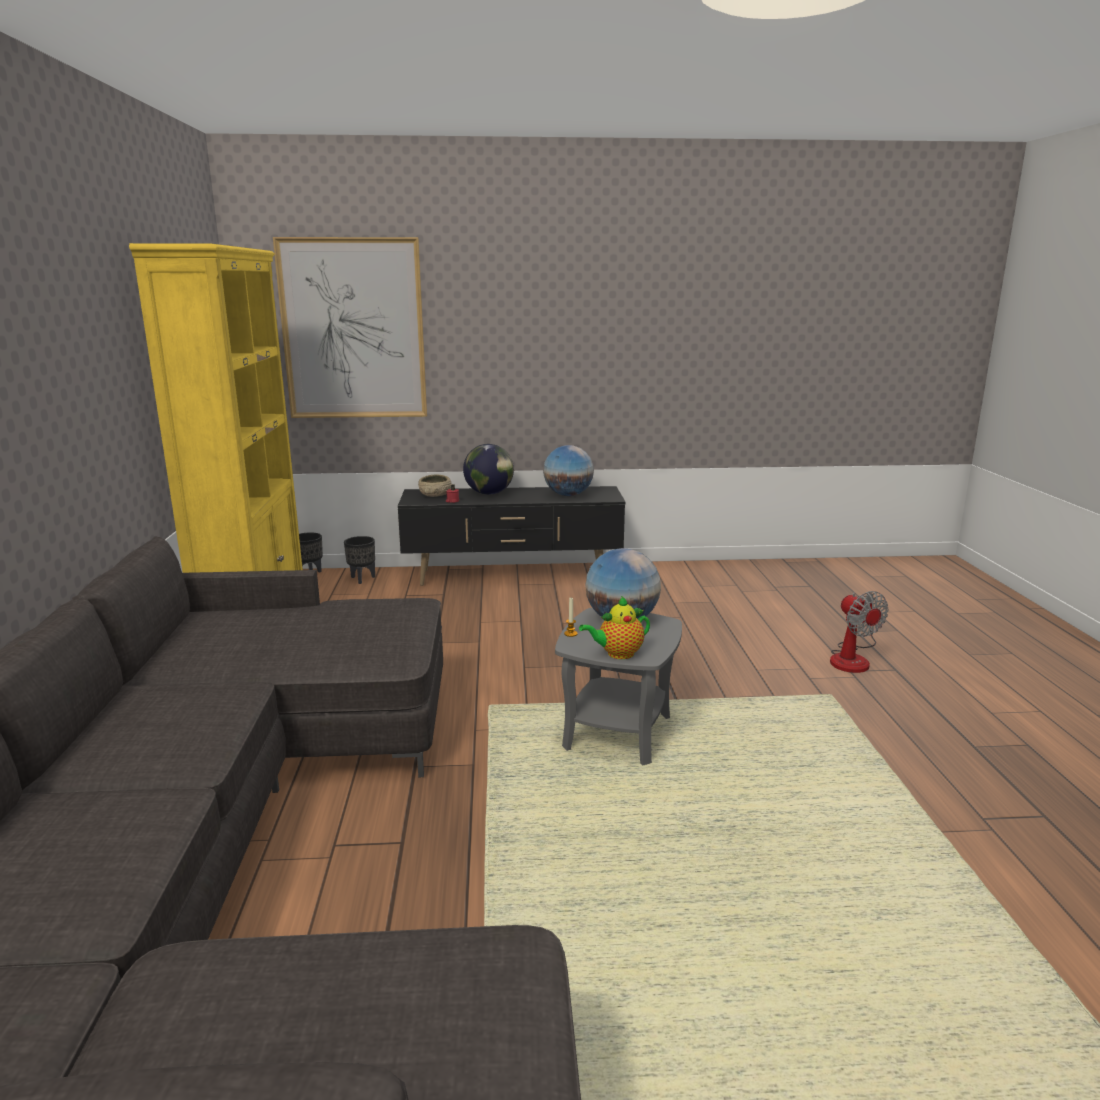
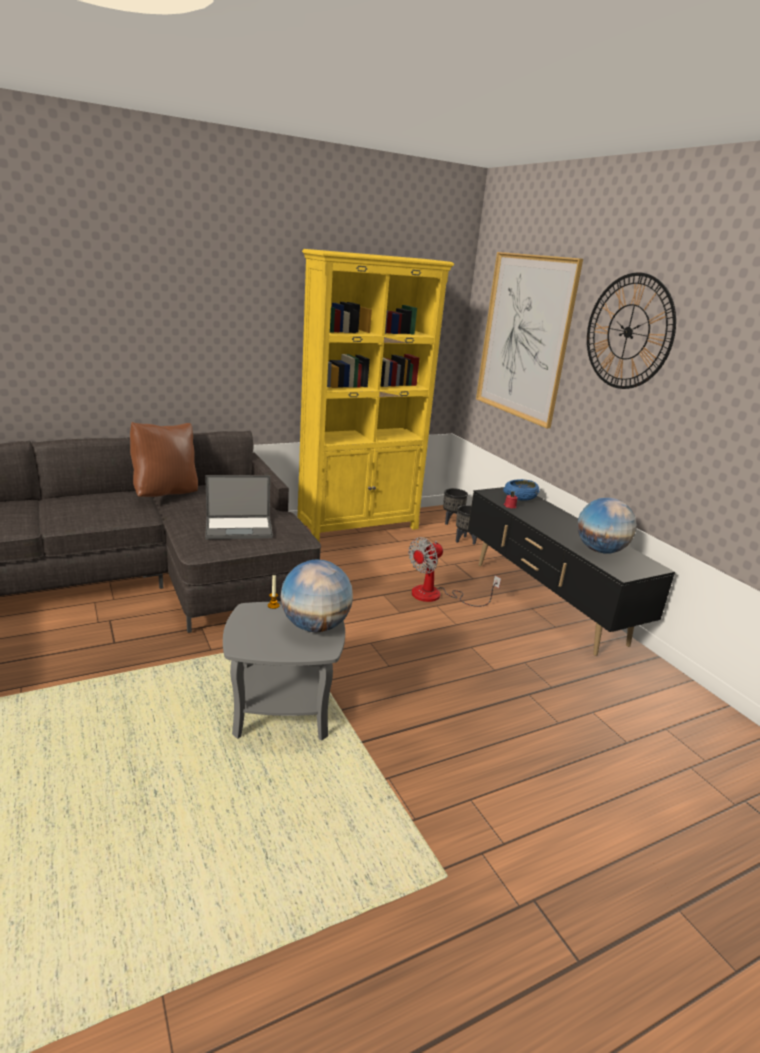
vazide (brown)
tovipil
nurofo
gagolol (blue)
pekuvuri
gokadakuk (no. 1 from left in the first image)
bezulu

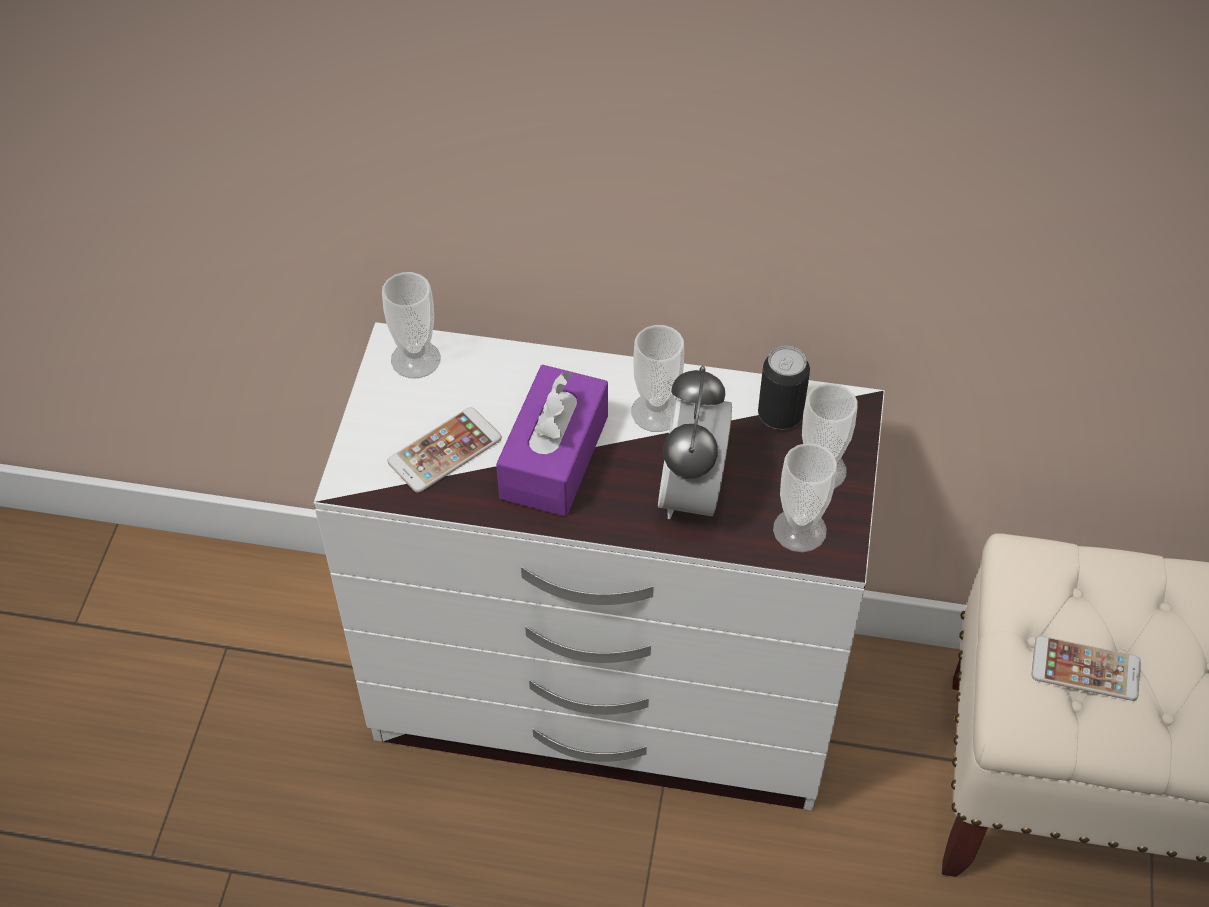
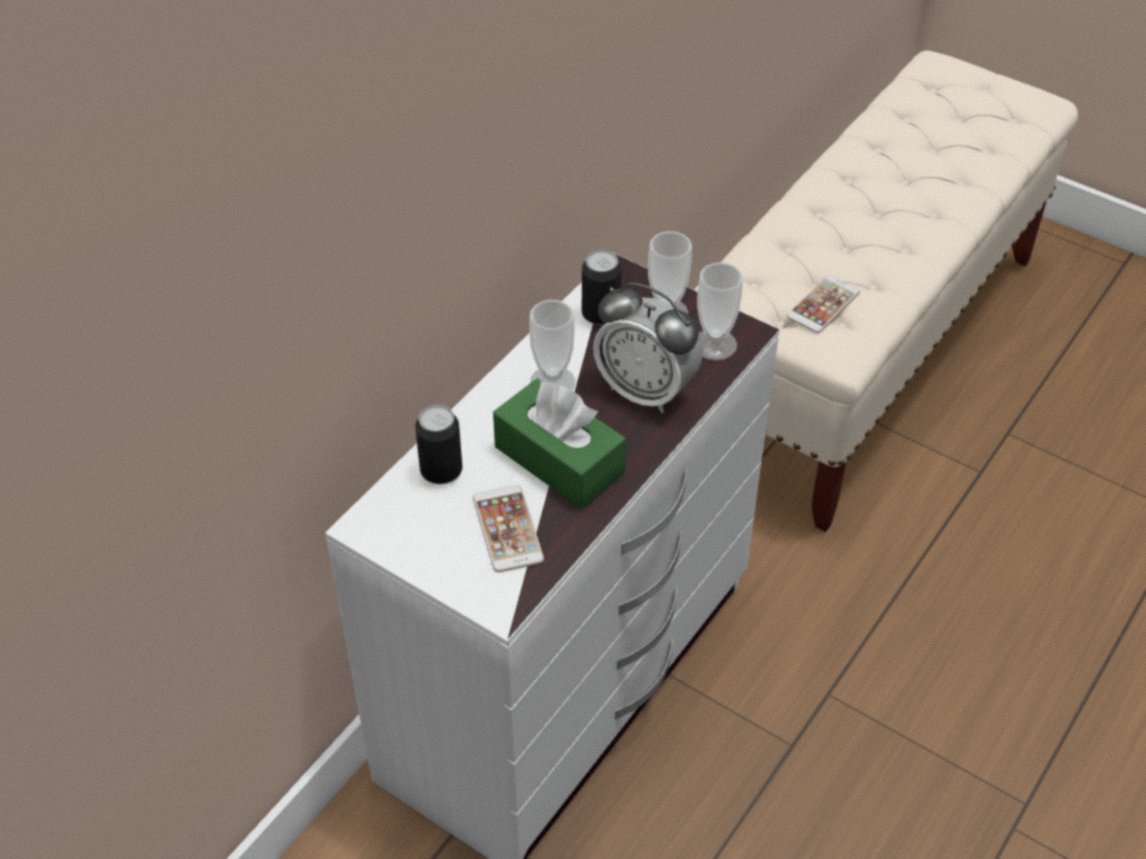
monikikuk (no. 1 from left)
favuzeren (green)
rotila (no. 1 from left in the first image)

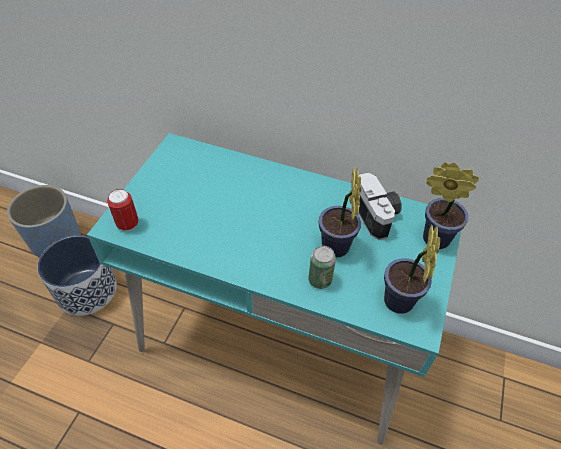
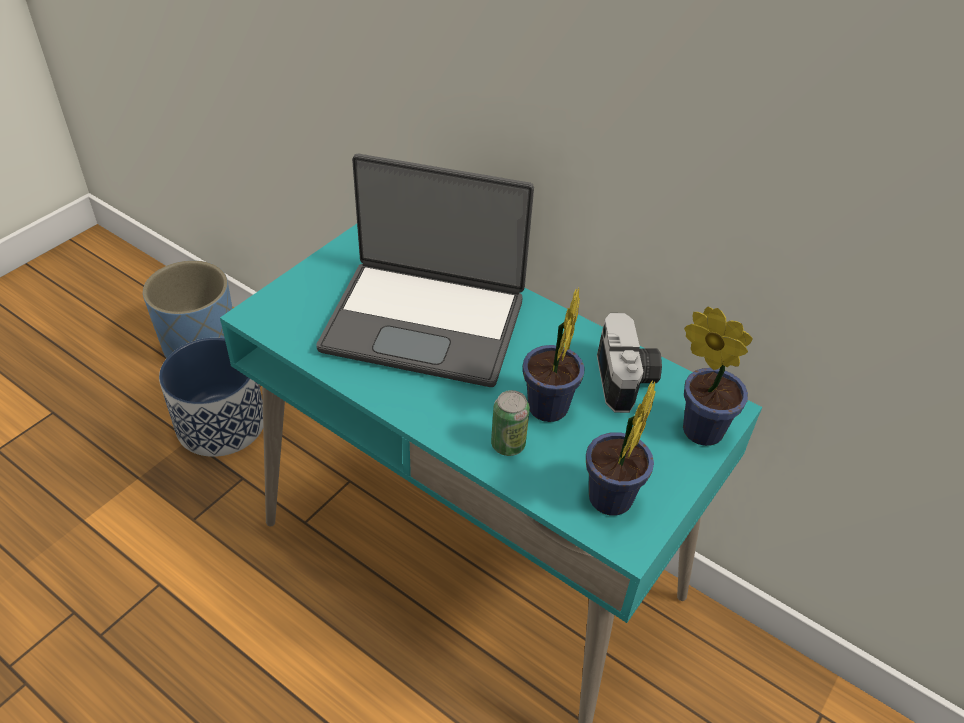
tovipil
monikikuk (no. 1 from left in the first image)

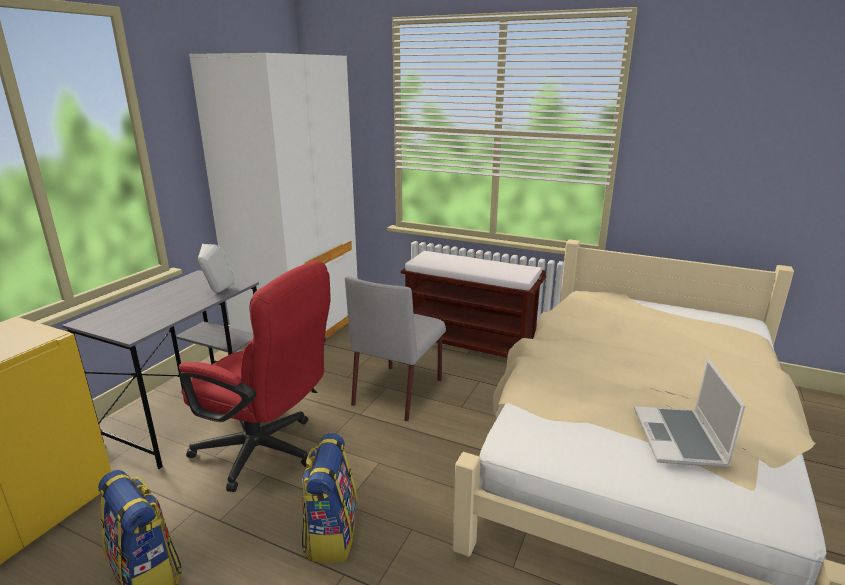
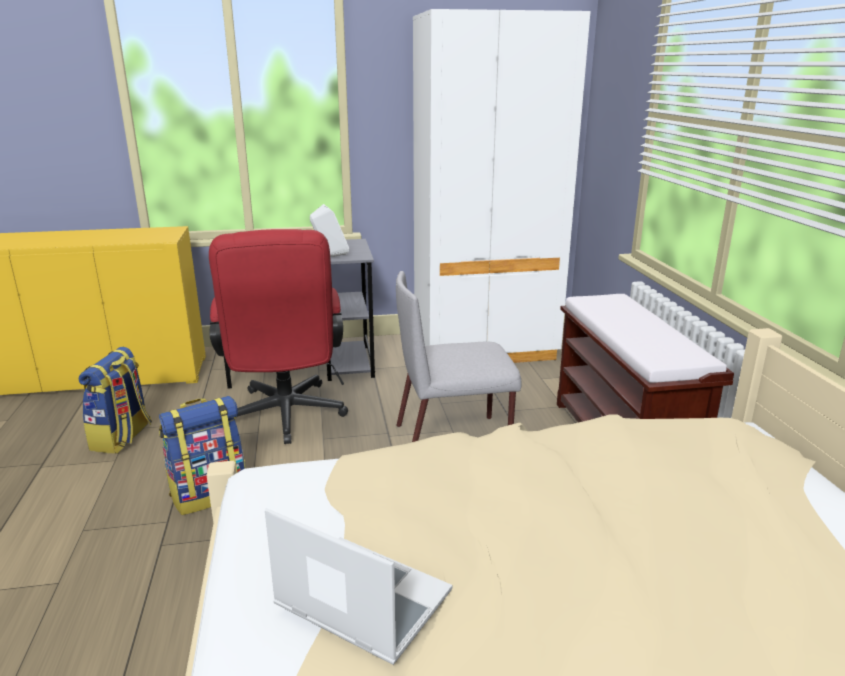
tovipil

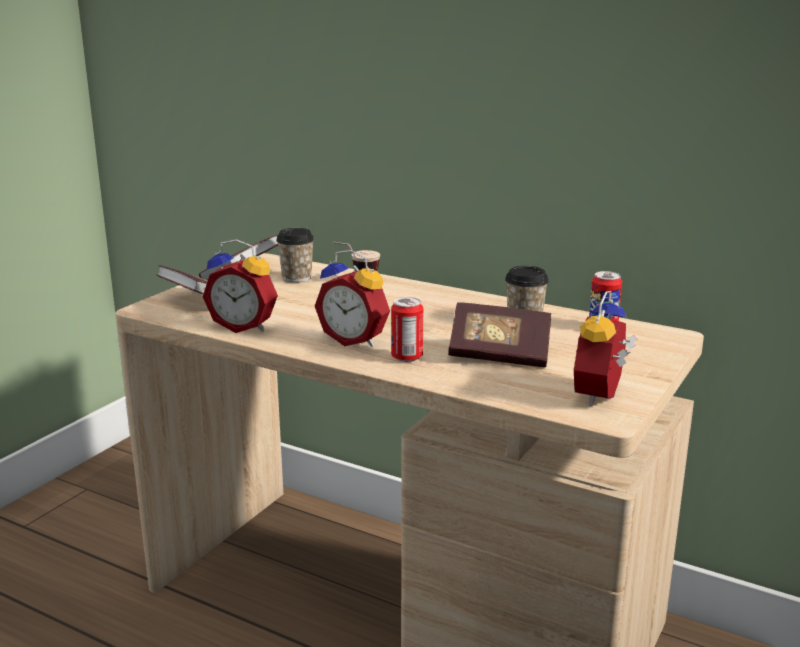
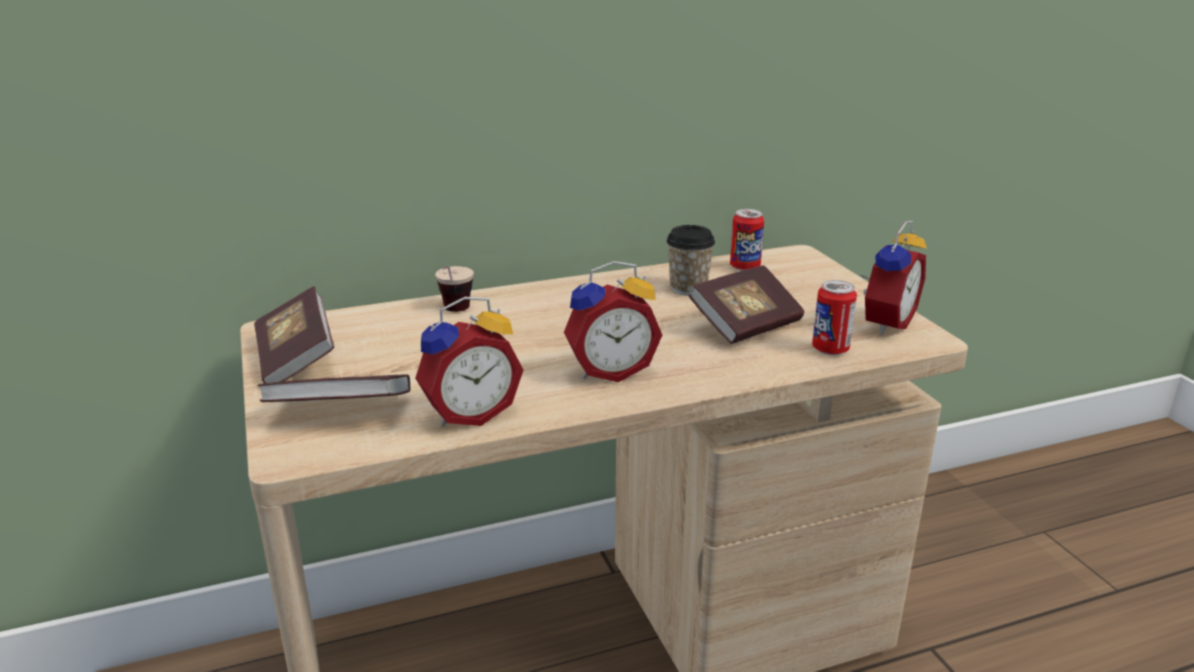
monikikuk (no. 2 from left)
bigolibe (no. 3 from left)
rotila (no. 1 from left in the first image)

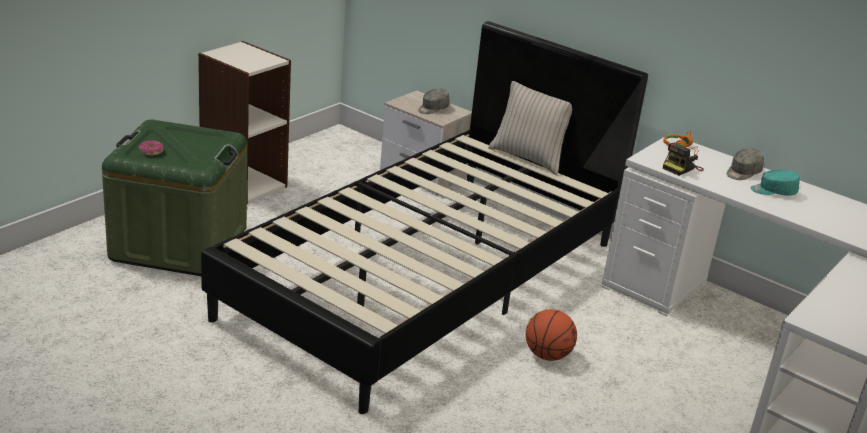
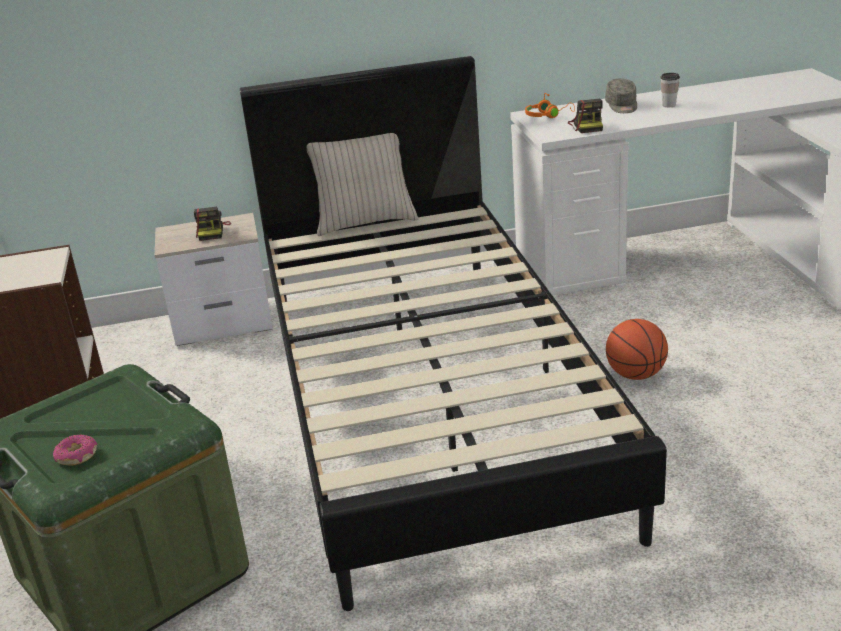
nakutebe (no. 1 from left)
rotila

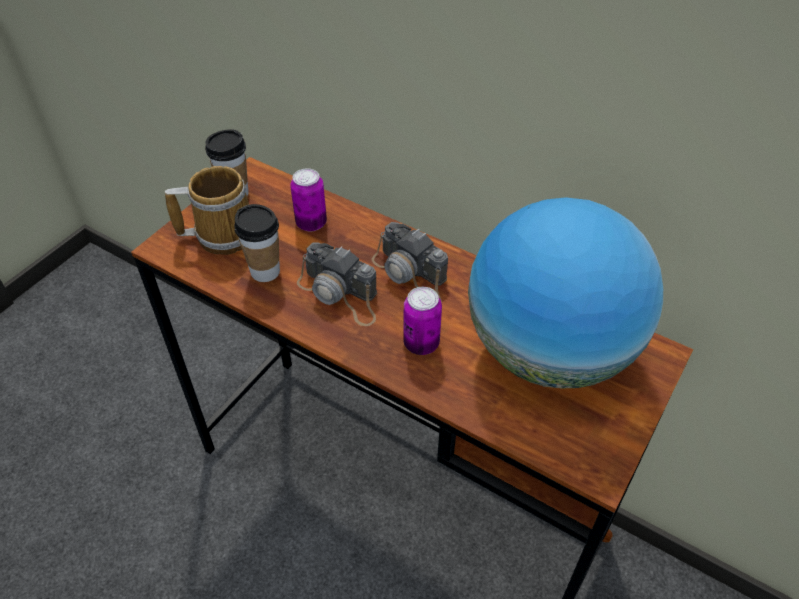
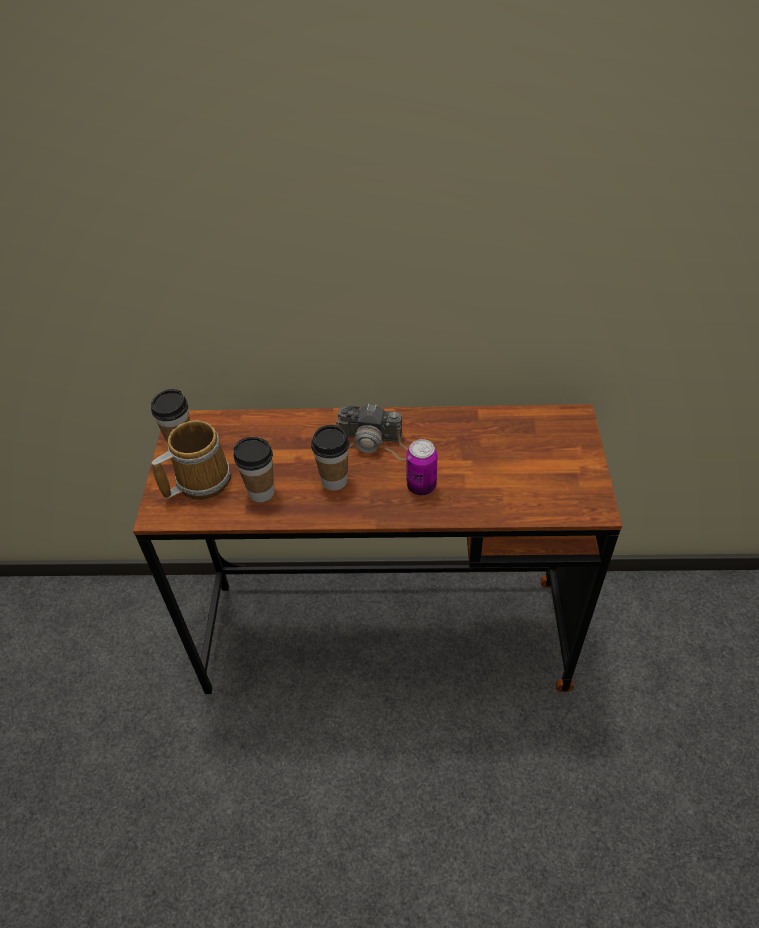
rotila (no. 3 from left)
monikikuk (no. 1 from left in the first image)
gokadakuk

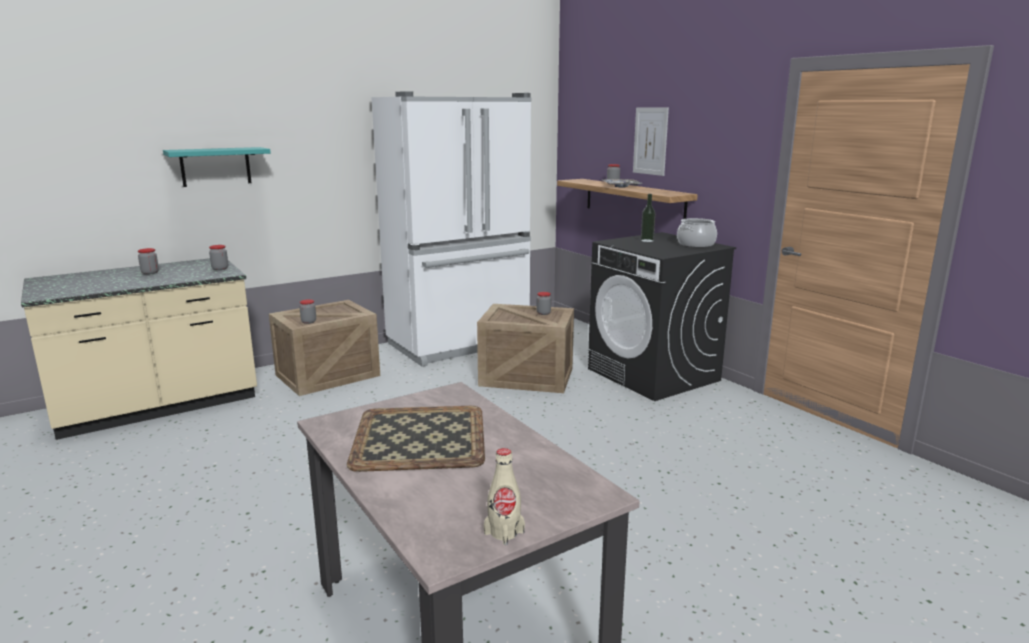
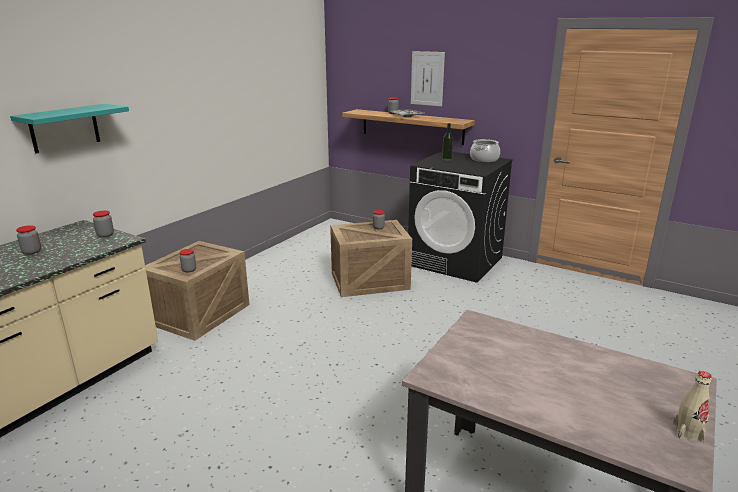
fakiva (no. 1 from left in the first image)
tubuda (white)

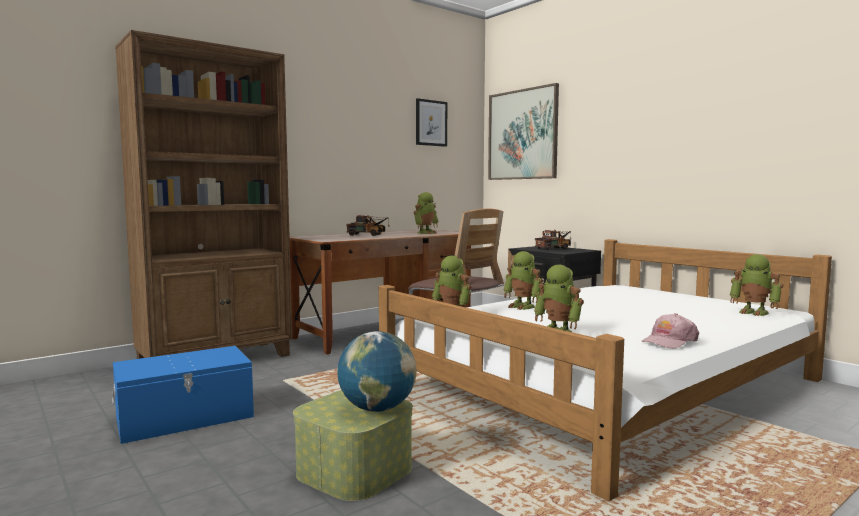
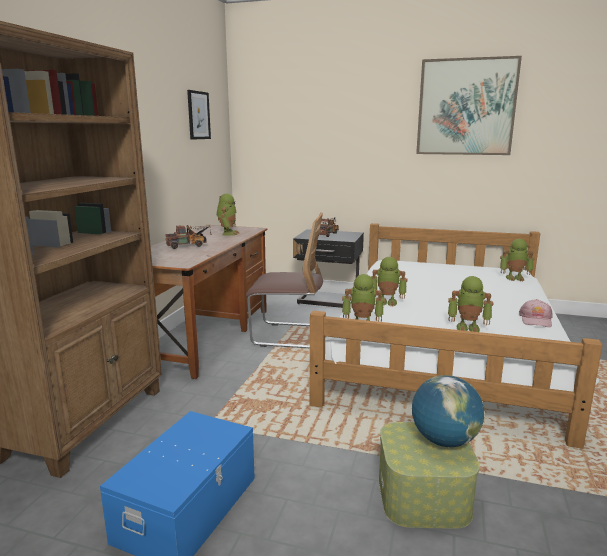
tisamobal (no. 2 from left)

